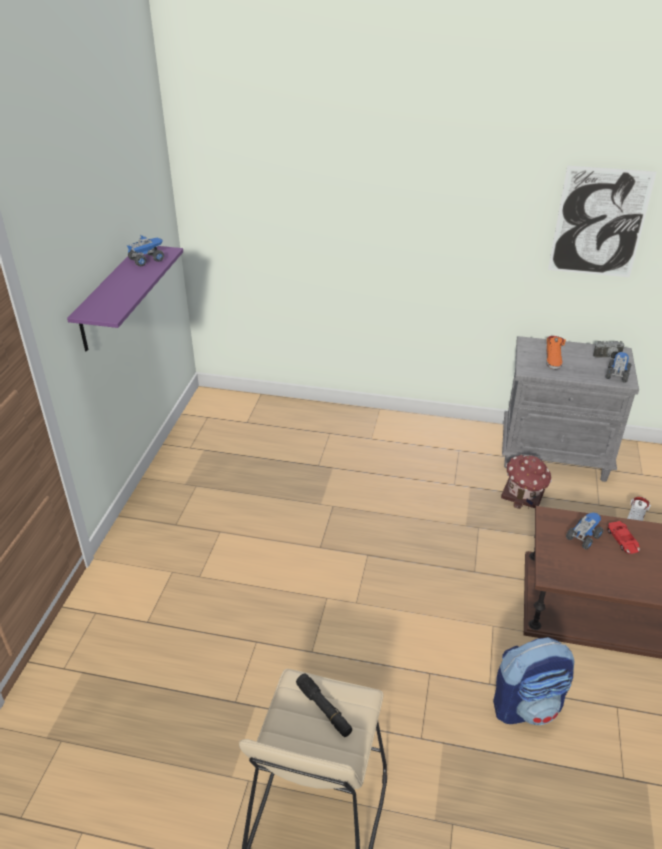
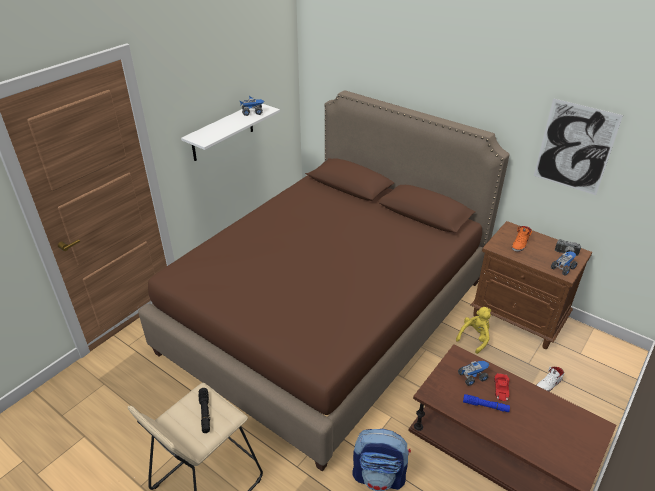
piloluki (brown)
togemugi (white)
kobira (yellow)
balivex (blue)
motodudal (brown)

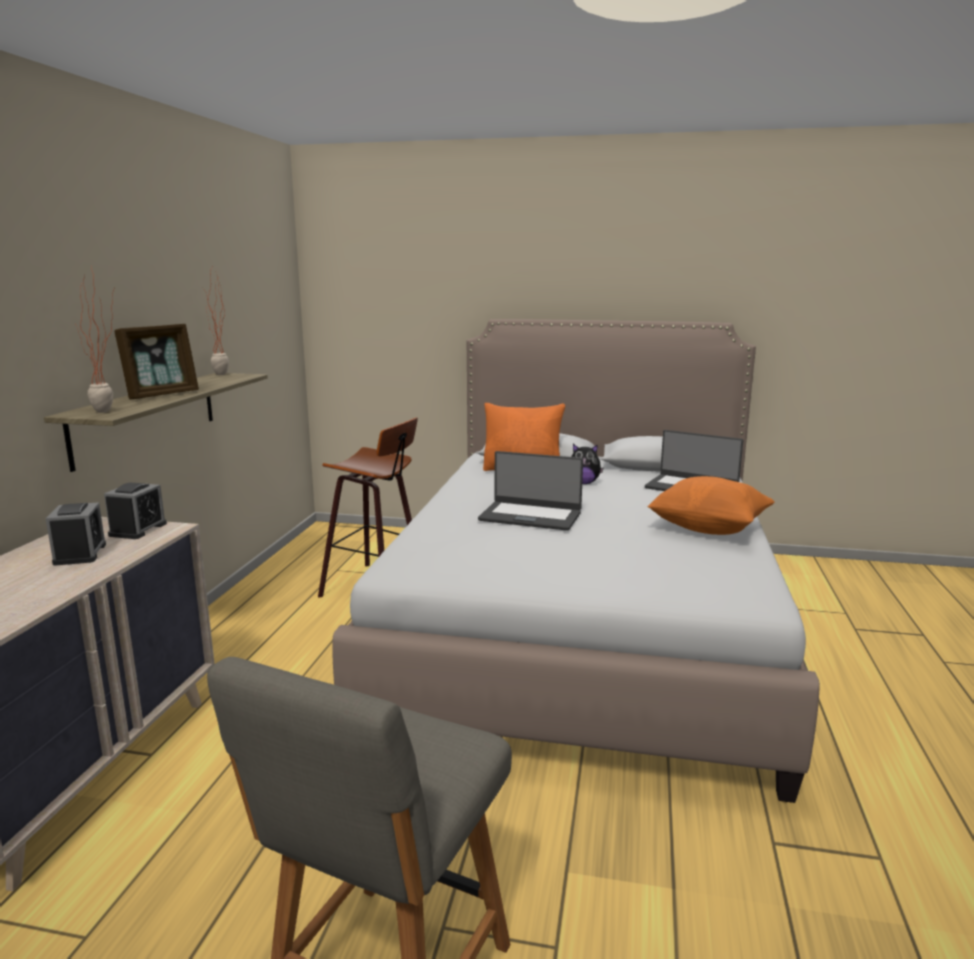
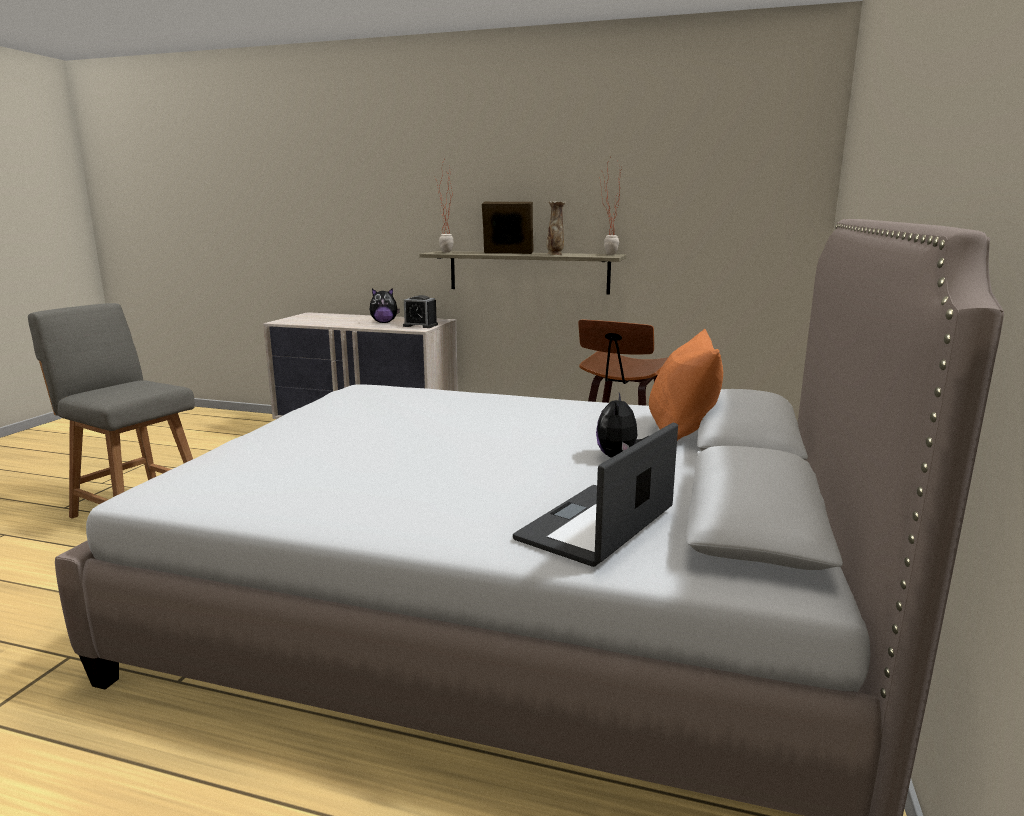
kobira (no. 1 from left)
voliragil
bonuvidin
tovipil (no. 1 from left in the first image)
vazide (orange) (no. 2 from left in the first image)

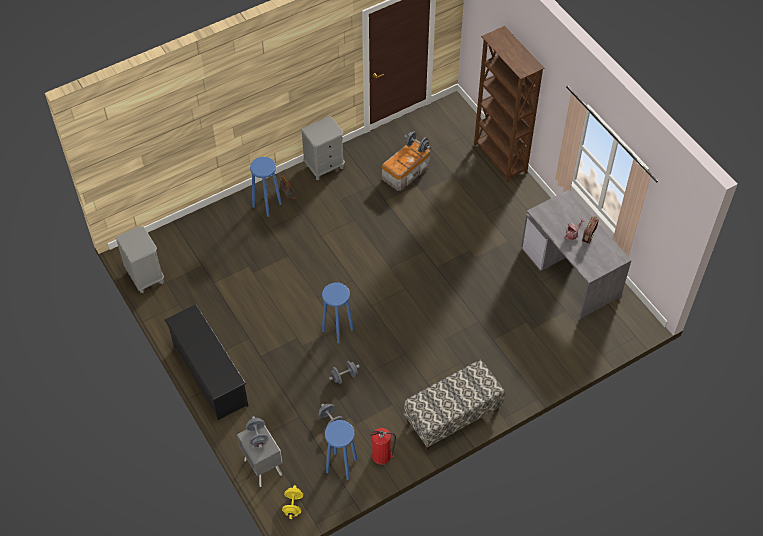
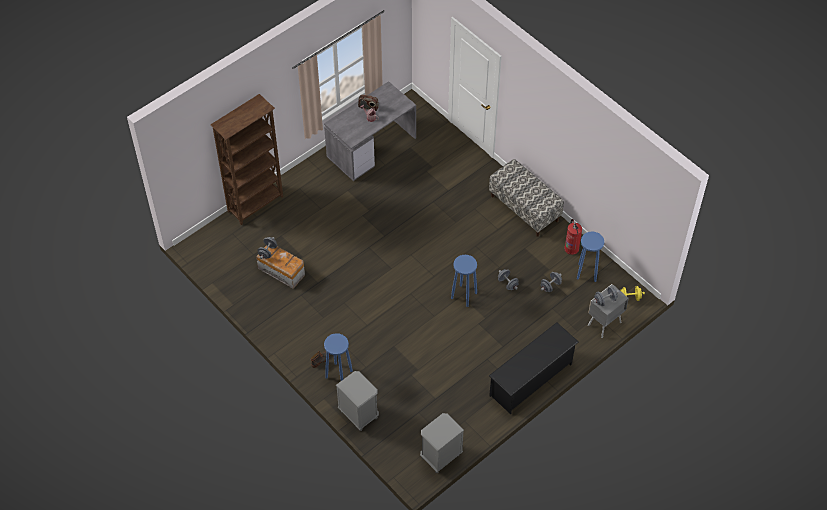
motodudal (grey) (no. 1 from left)

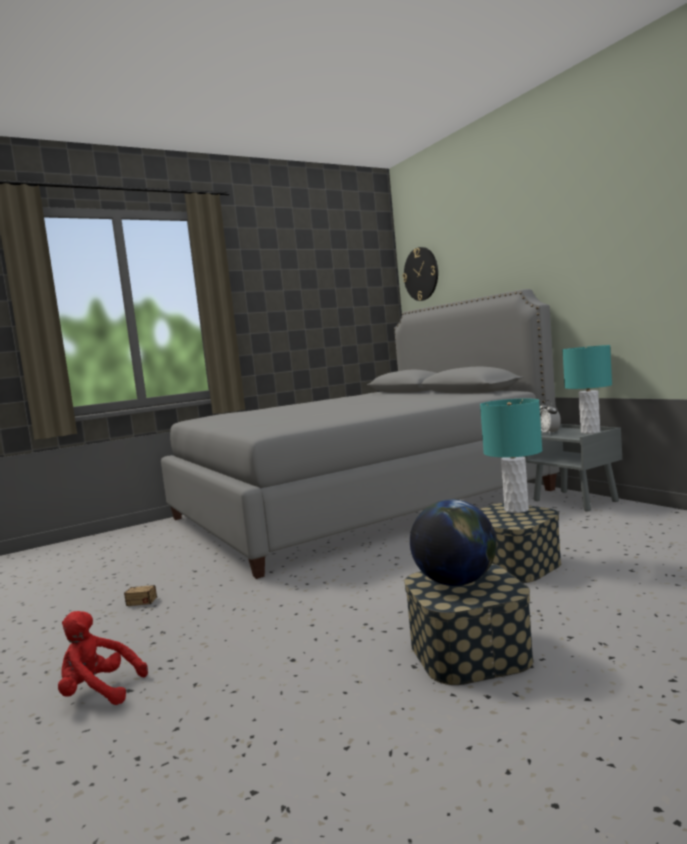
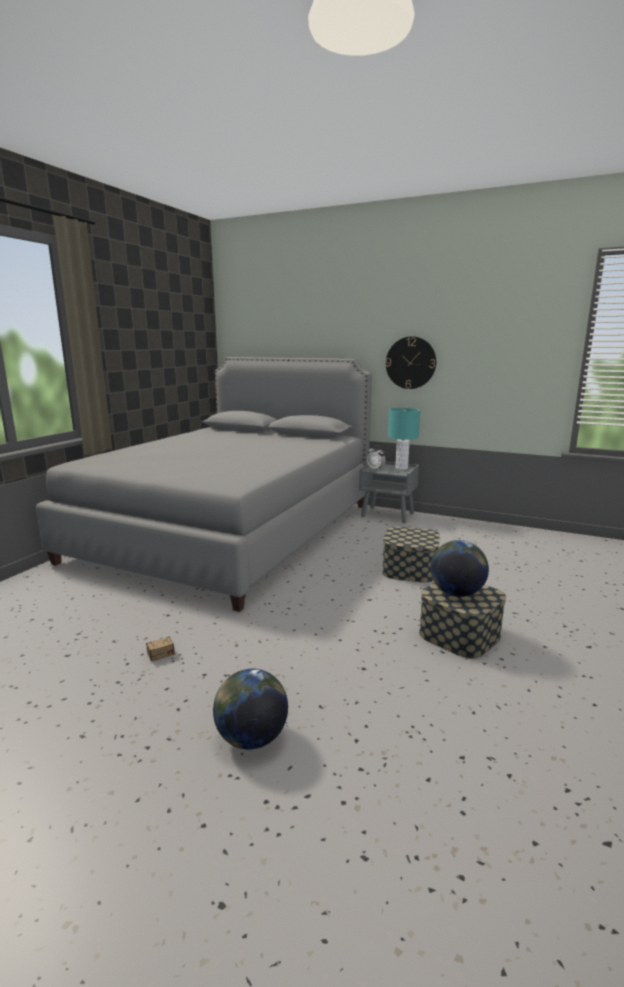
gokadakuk (no. 1 from left)
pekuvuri
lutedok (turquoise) (no. 1 from left in the first image)

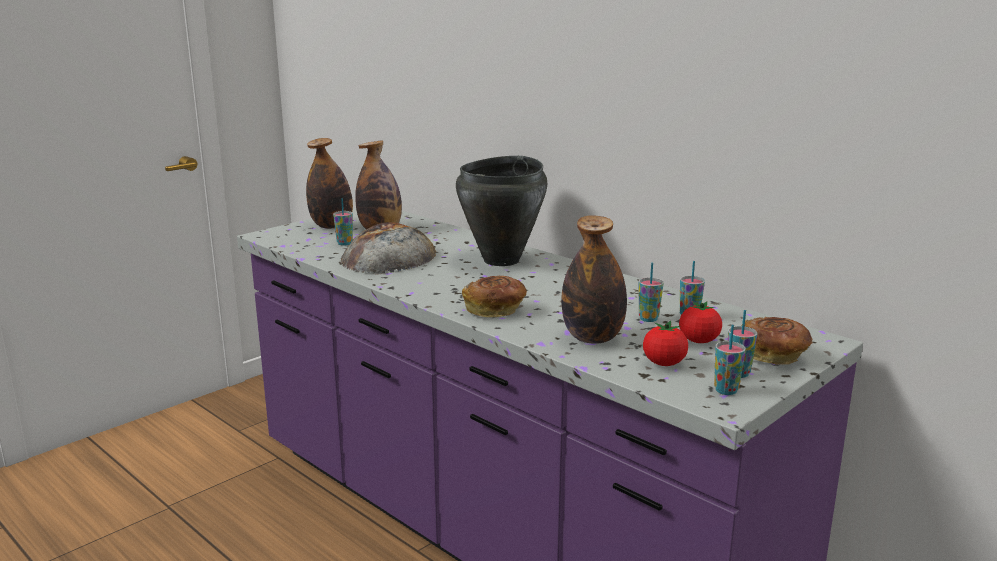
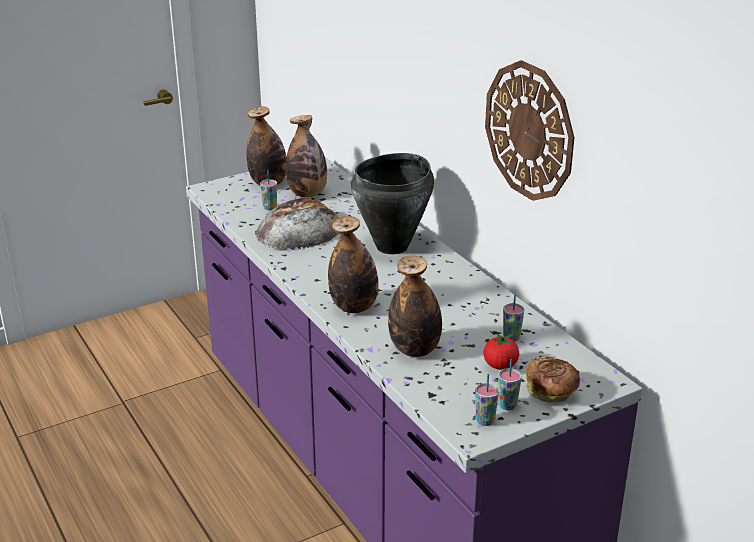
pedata (no. 3 from left)
pekuvuri
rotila (no. 2 from left in the first image)
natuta (no. 1 from left in the first image)

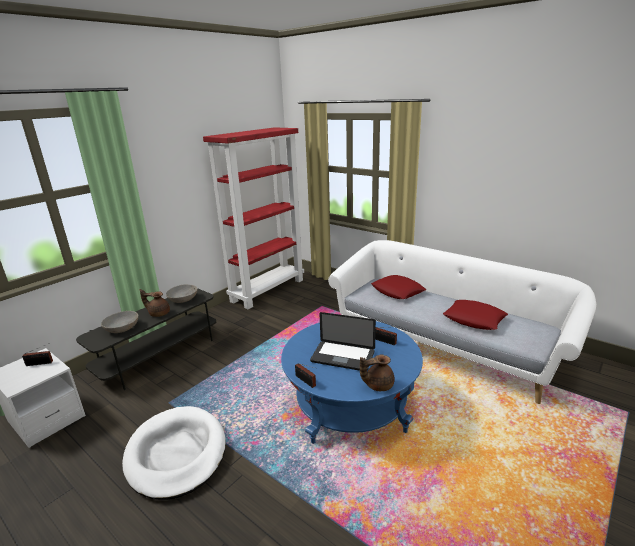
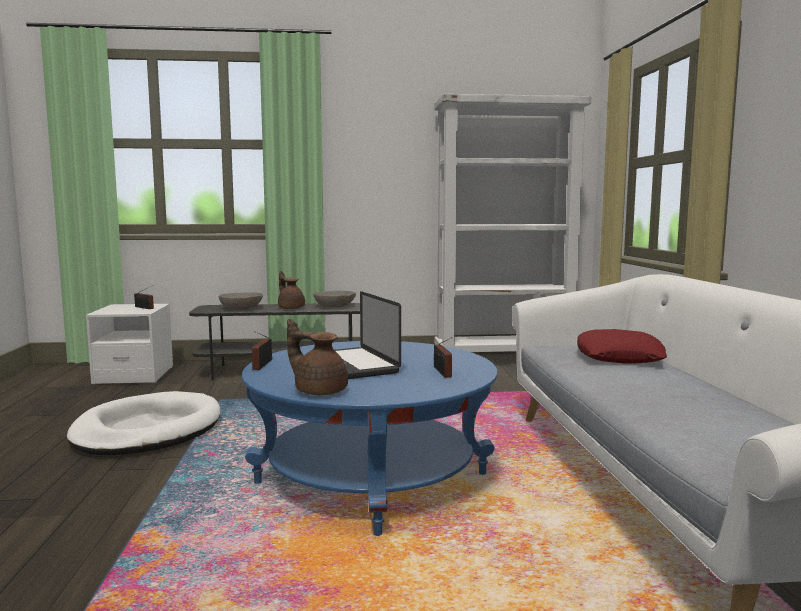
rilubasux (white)
vazide (red) (no. 2 from left in the first image)

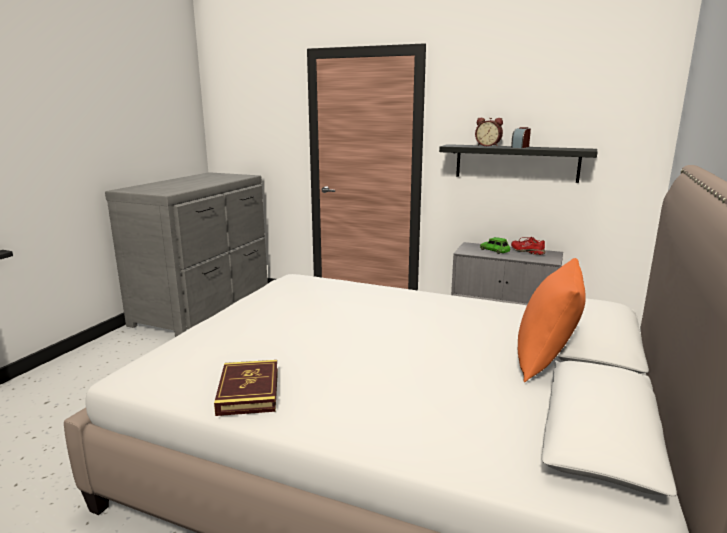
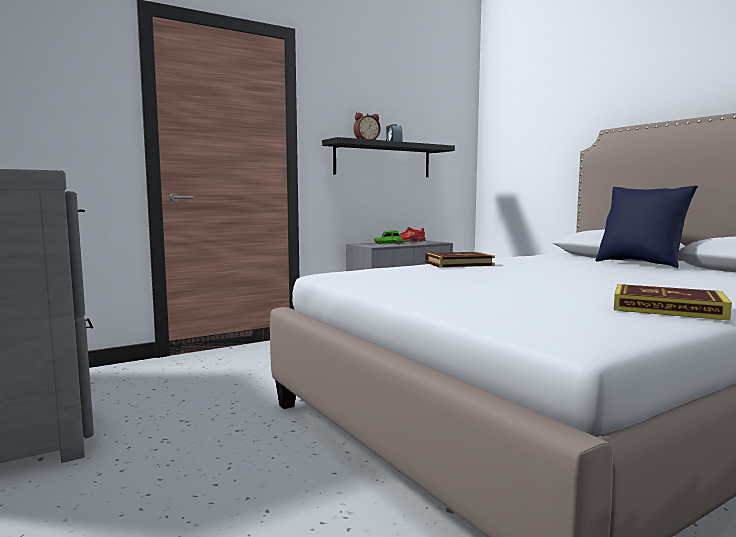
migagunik (no. 1 from left)
vazide (blue)

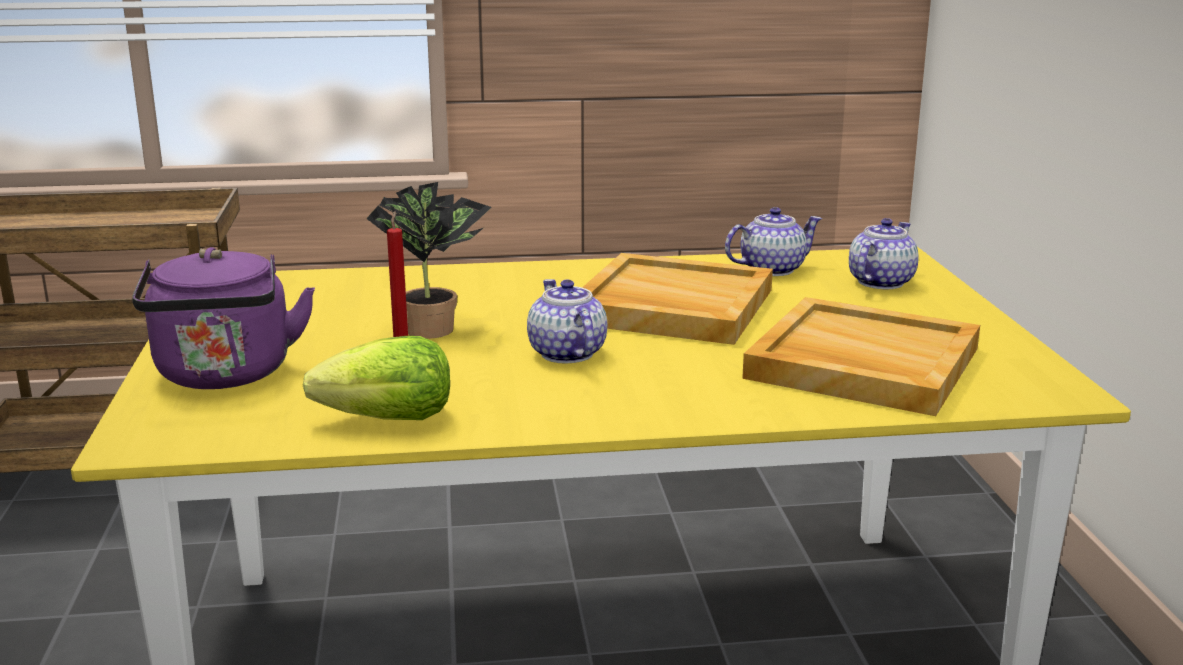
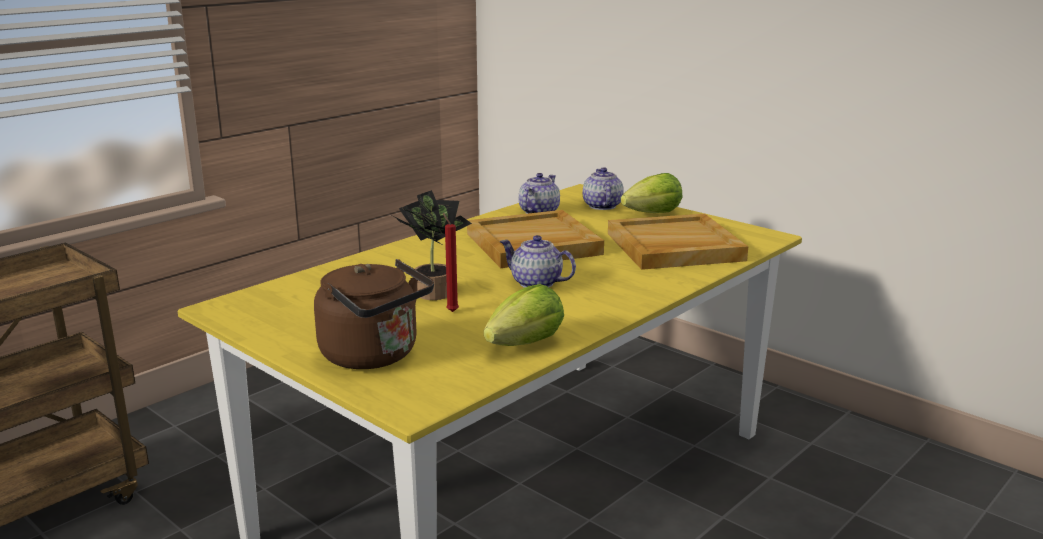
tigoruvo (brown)
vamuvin (no. 2 from left)

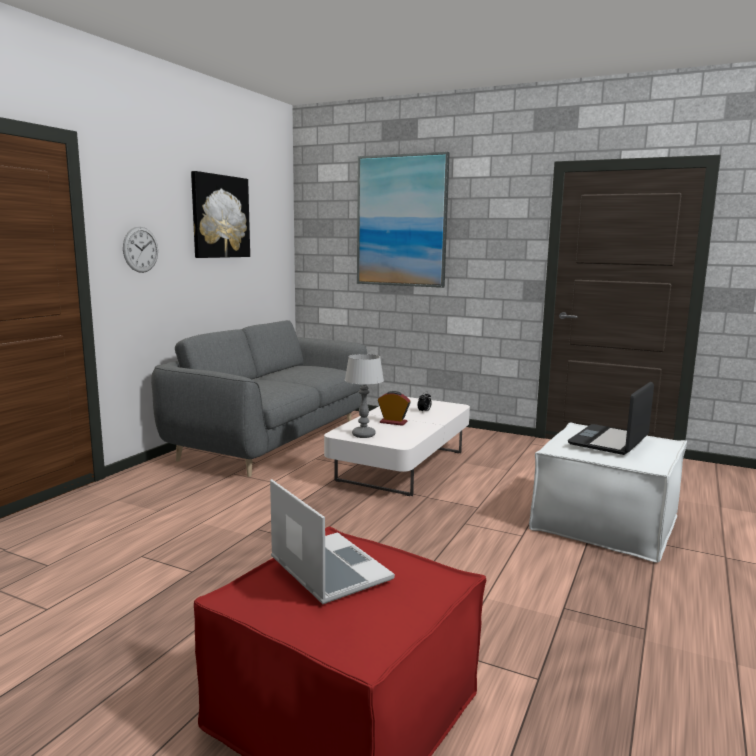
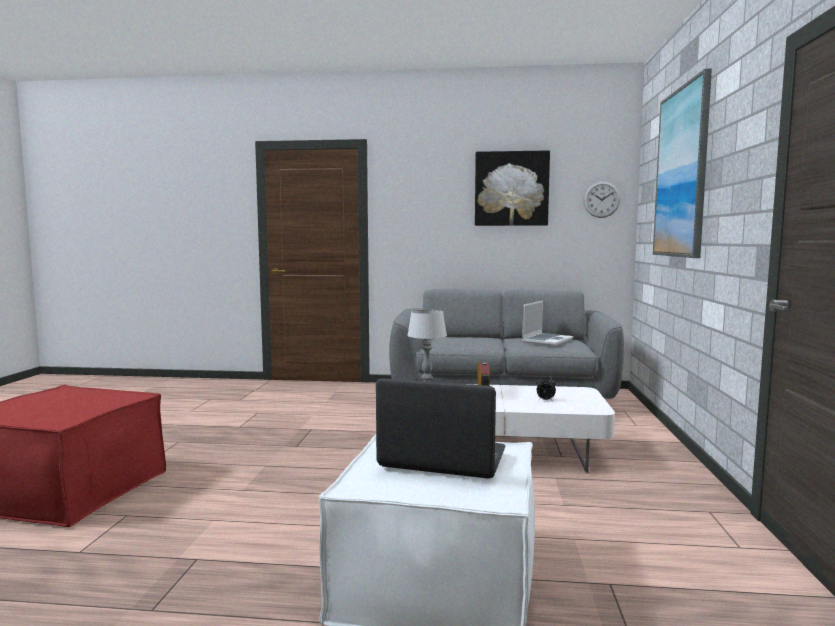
tovipil (no. 2 from left)
pekuvuri

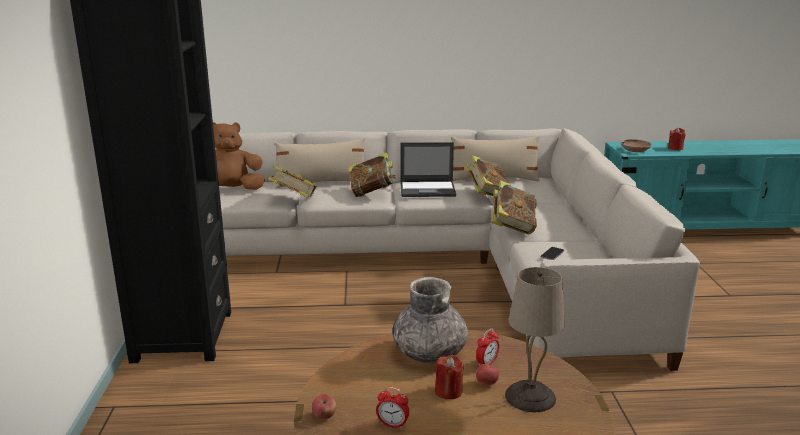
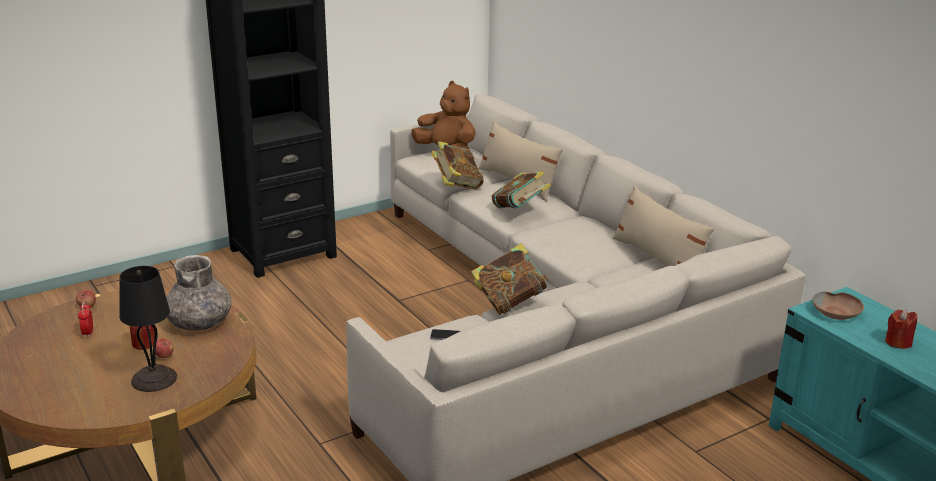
lutedok (black)
tovipil
migagunik (no. 3 from left in the first image)
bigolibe (no. 2 from left in the first image)

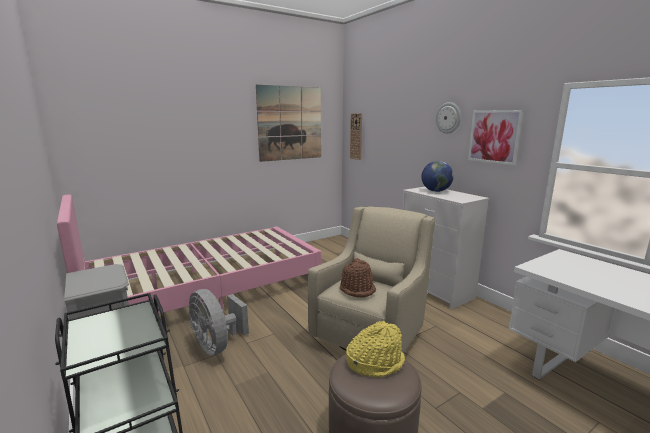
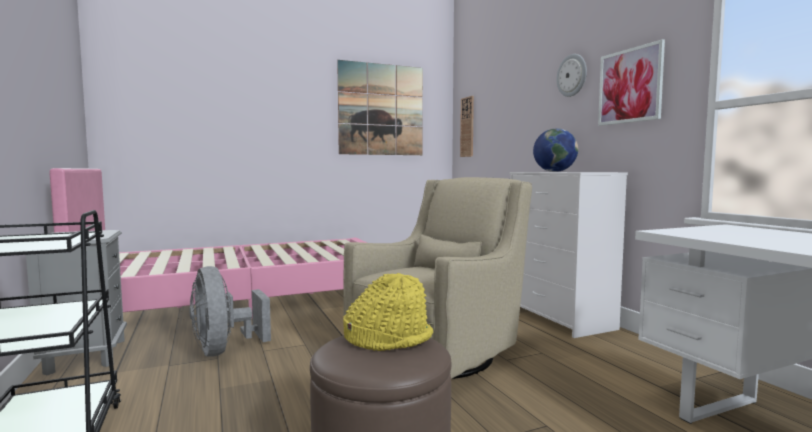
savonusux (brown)

